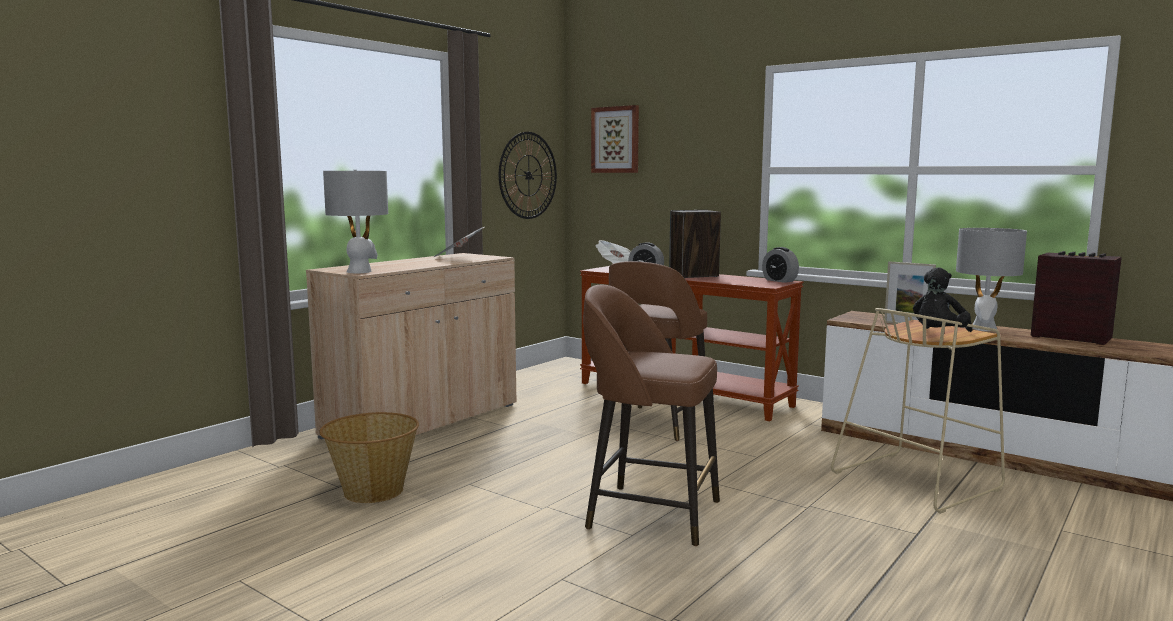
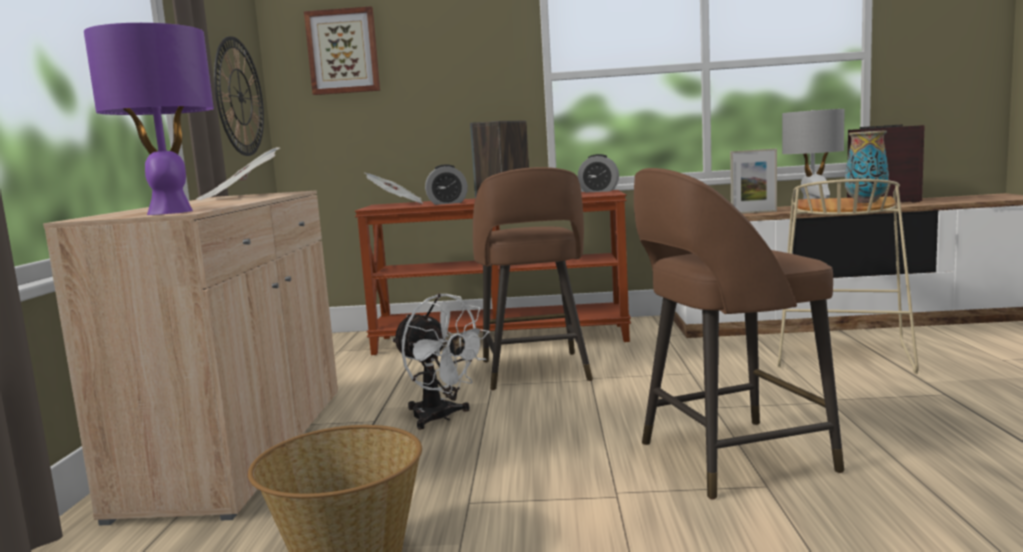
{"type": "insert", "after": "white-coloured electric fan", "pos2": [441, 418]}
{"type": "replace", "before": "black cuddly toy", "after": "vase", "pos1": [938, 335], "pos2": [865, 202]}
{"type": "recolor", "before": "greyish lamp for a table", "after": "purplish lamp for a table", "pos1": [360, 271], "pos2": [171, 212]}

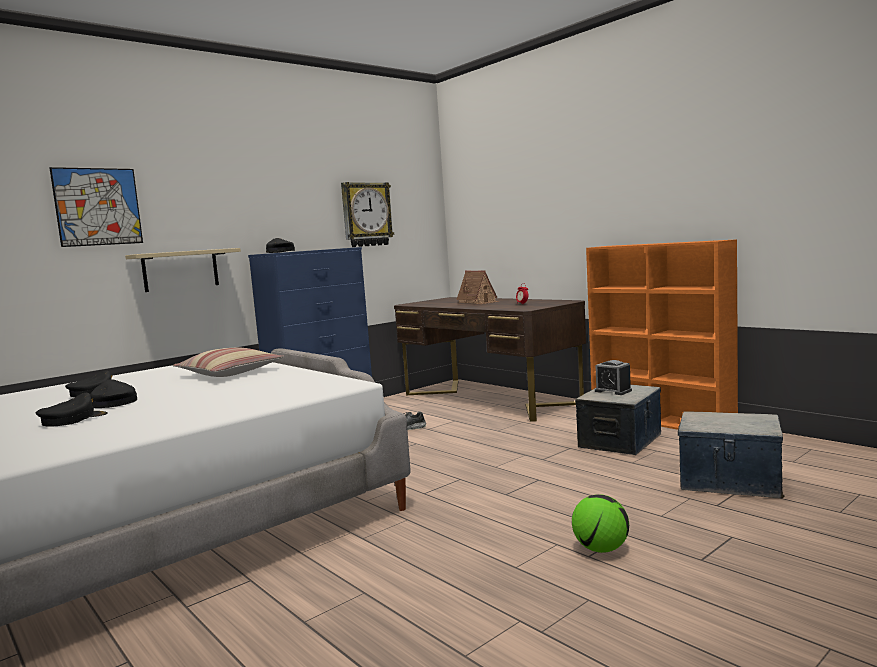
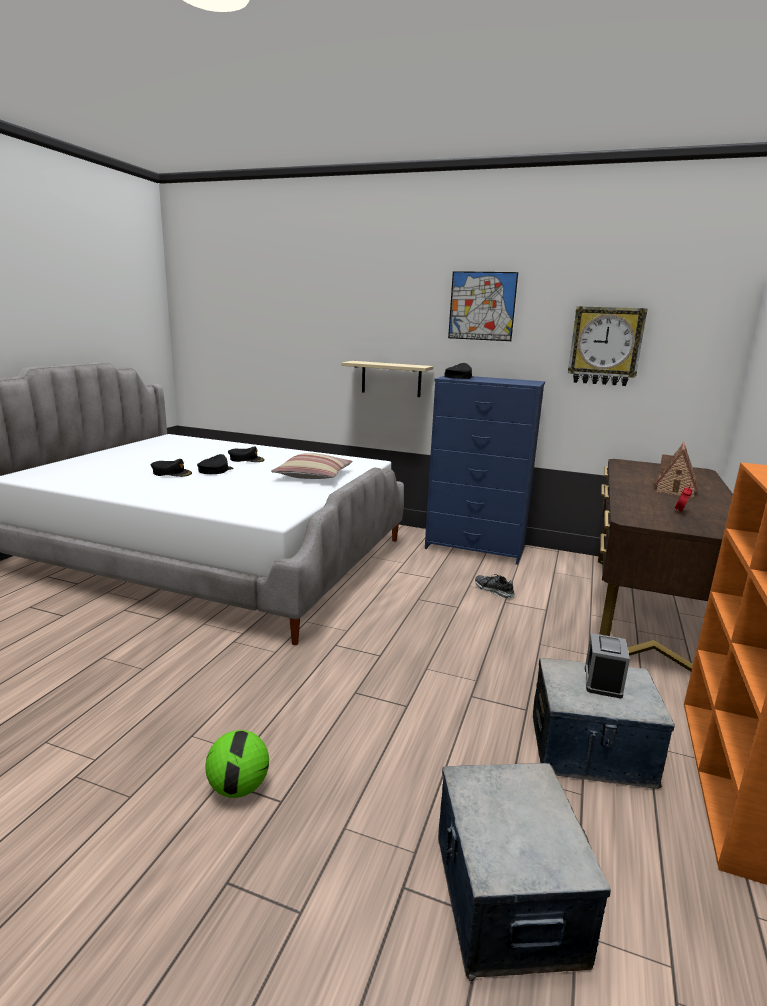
{"type": "move", "before": "wall art", "pos1": [98, 207], "pos2": [482, 306]}

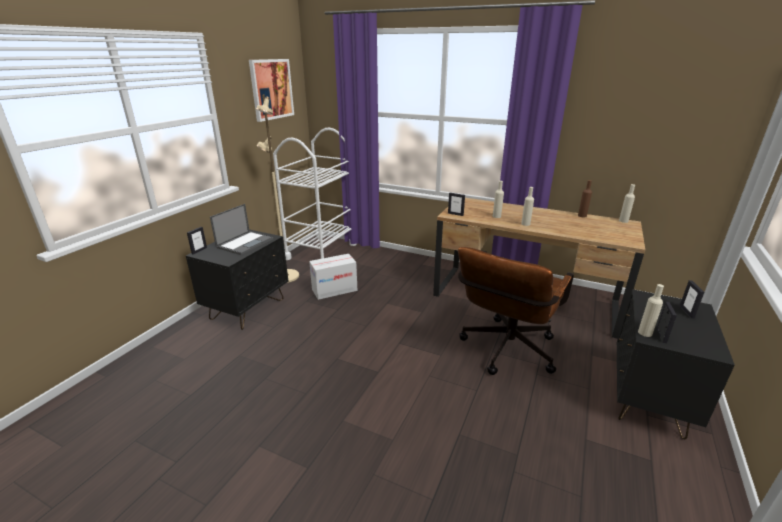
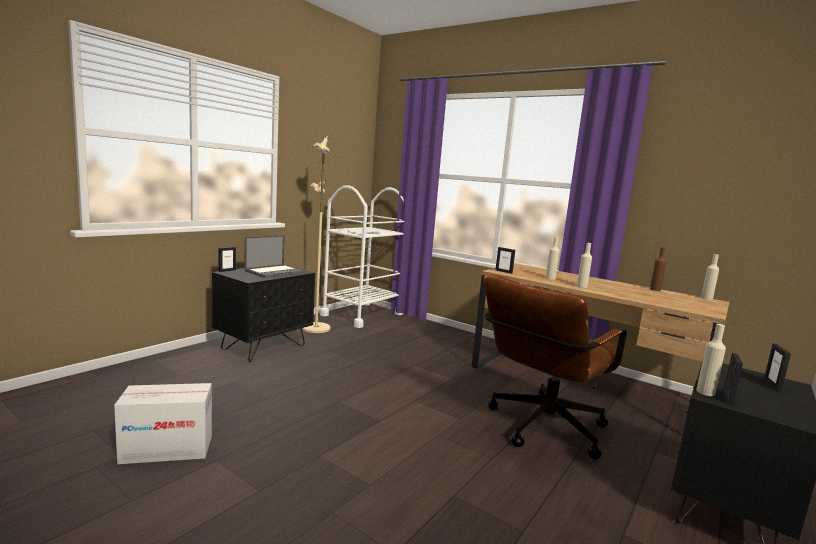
{"type": "delete", "before": "wall art", "pos1": [271, 89]}
{"type": "move", "before": "carton", "pos1": [334, 290], "pos2": [167, 449]}

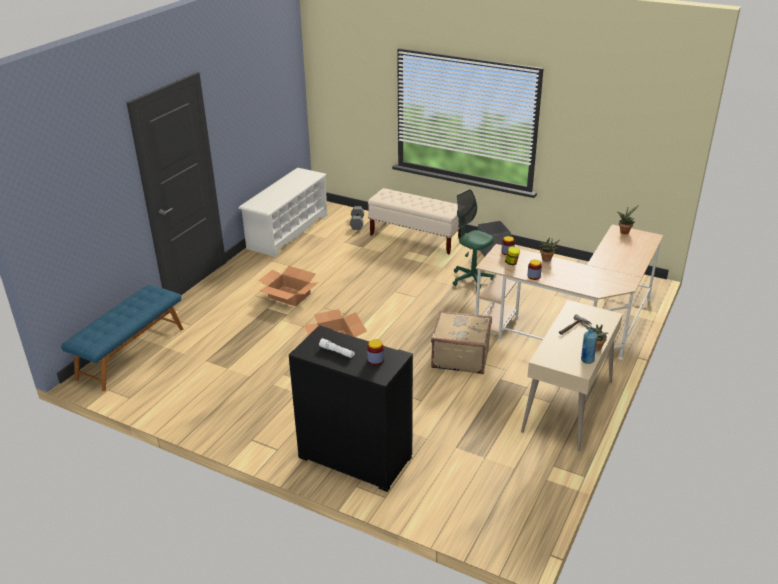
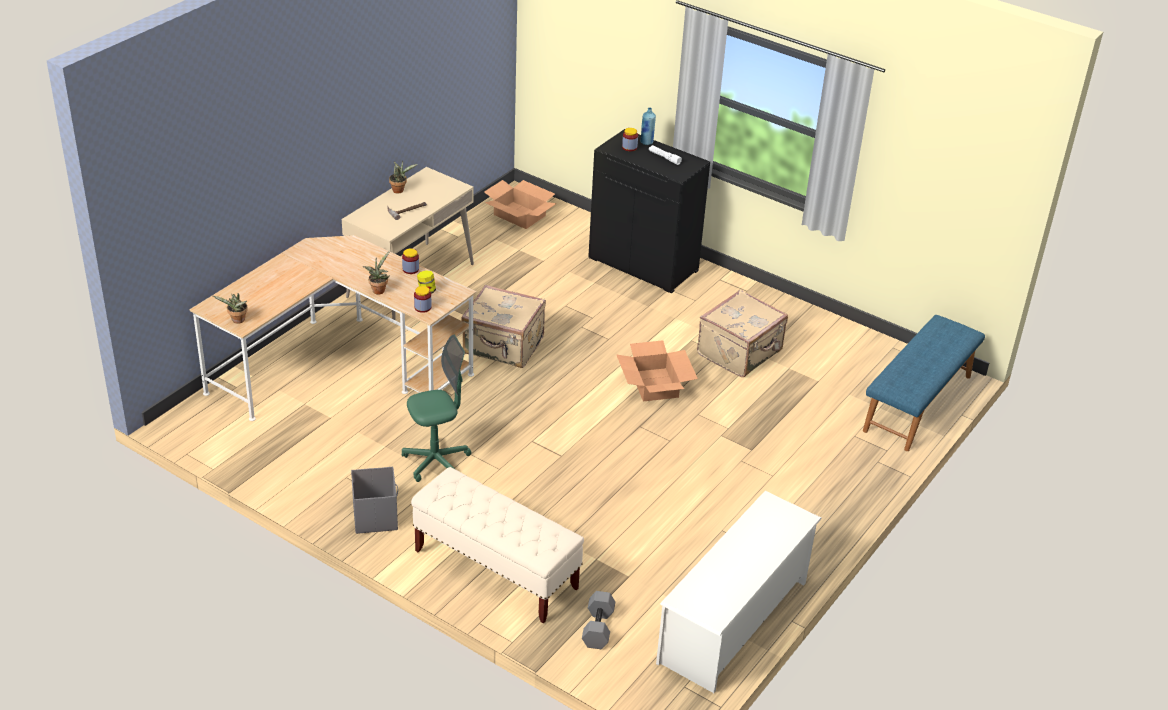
{"type": "insert", "after": "beige travel case", "pos2": [740, 353]}
{"type": "move", "before": "carton", "pos1": [289, 296], "pos2": [519, 215]}
{"type": "move", "before": "blue beverage bottle", "pos1": [587, 360], "pos2": [646, 142]}
{"type": "rotate", "before": "greenish computer chair", "pos1": [472, 279], "pos2": [436, 462], "turn": -75}

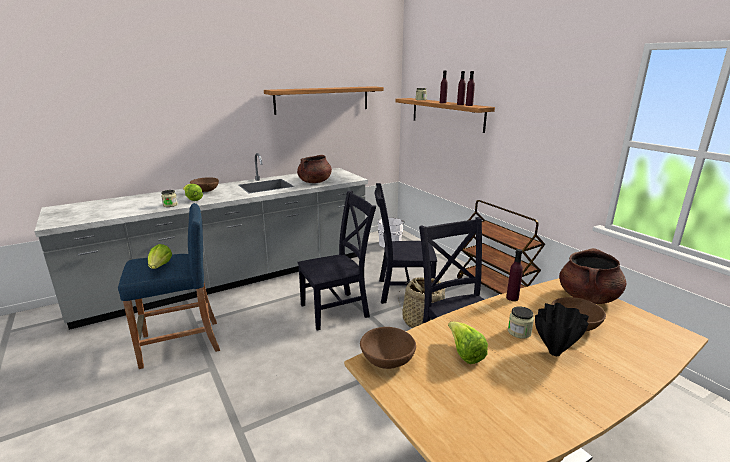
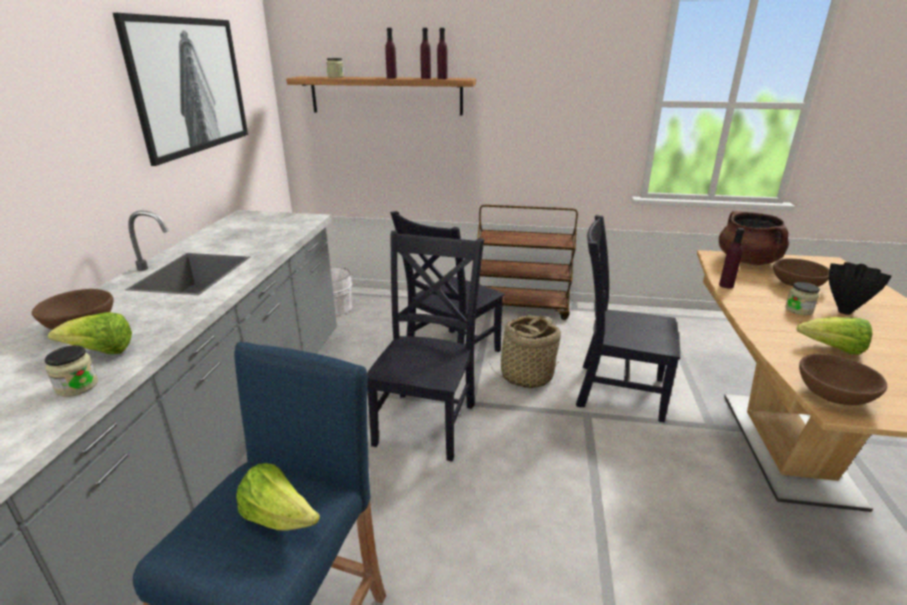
{"type": "delete", "before": "brown-coloured saucepot", "pos1": [314, 182]}
{"type": "replace", "before": "bracket shelf", "after": "wall art", "pos1": [322, 99], "pos2": [189, 85]}

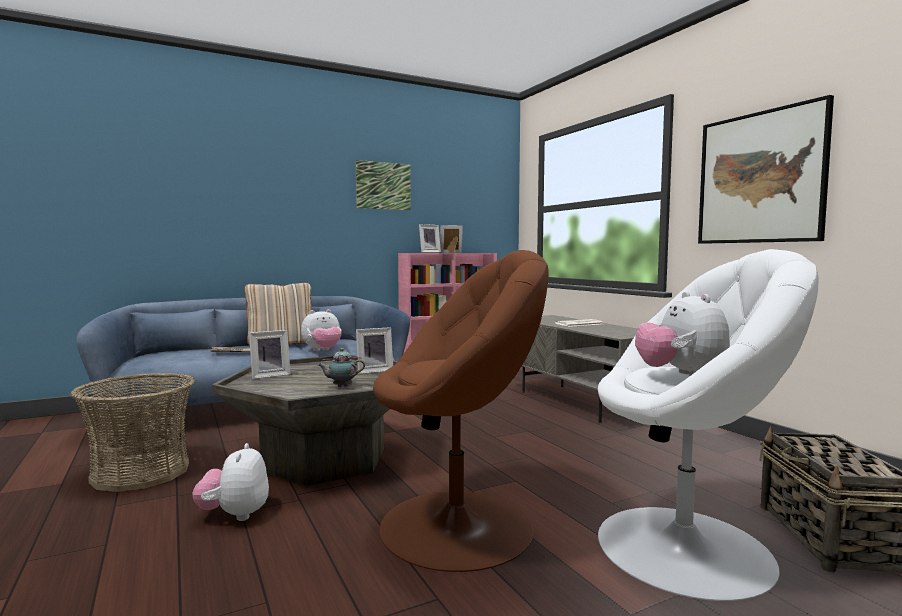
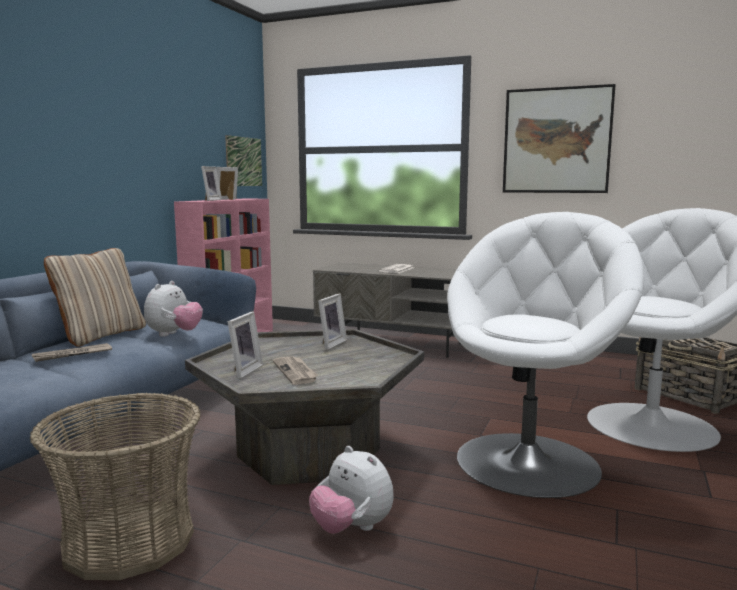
{"type": "delete", "before": "tea pot", "pos1": [341, 387]}
{"type": "delete", "before": "cuddly toy", "pos1": [680, 375]}
{"type": "insert", "after": "newspaper", "pos2": [296, 372]}
{"type": "move", "before": "wall art", "pos1": [383, 186], "pos2": [244, 161]}
{"type": "recolor", "before": "brown-coloured lounge chair", "after": "white-coloured lounge chair", "pos1": [459, 526], "pos2": [529, 462]}

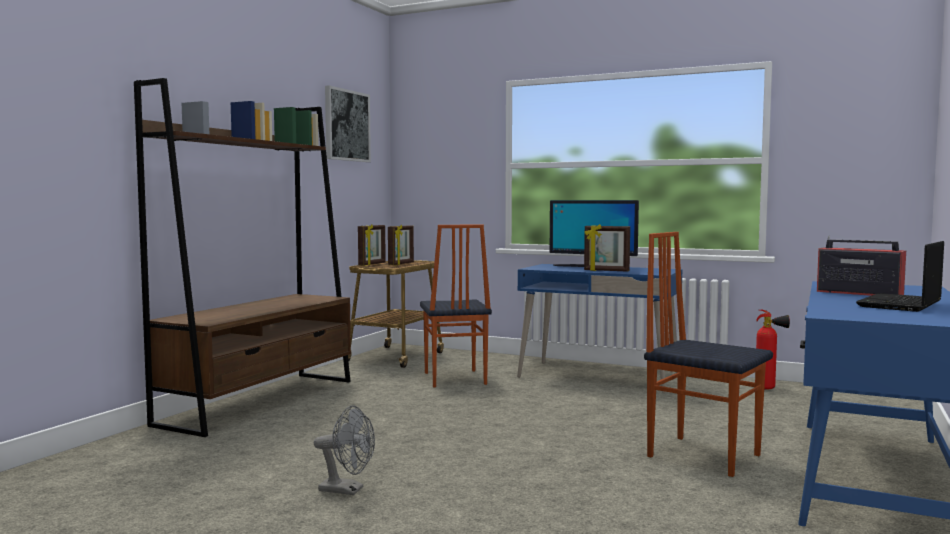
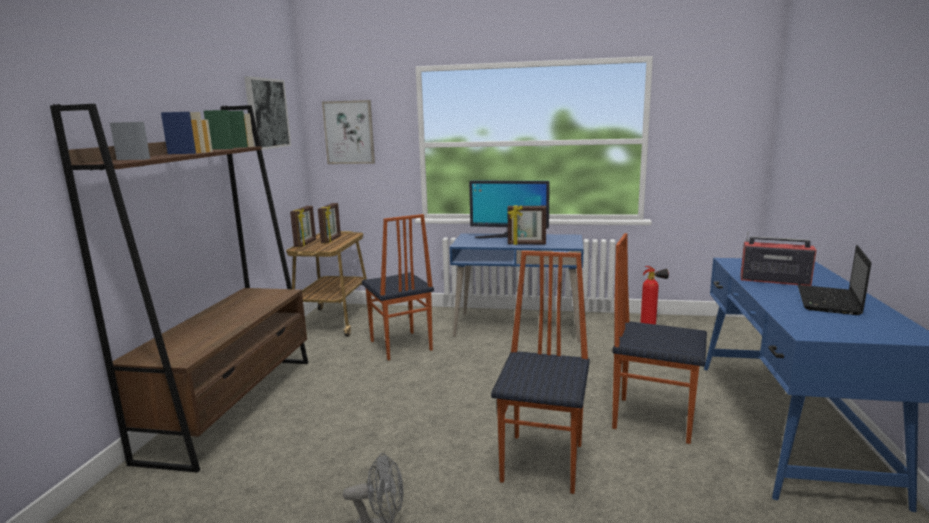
{"type": "insert", "after": "wall art", "pos2": [349, 132]}
{"type": "insert", "after": "plain chair", "pos2": [544, 462]}

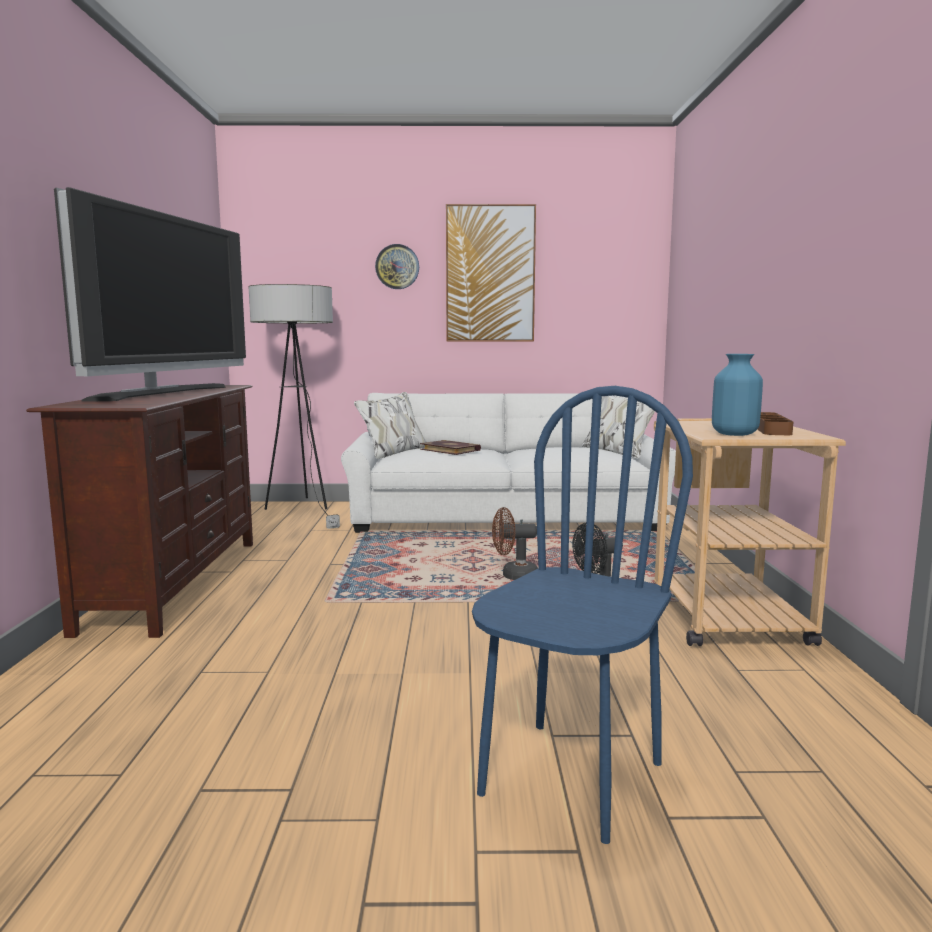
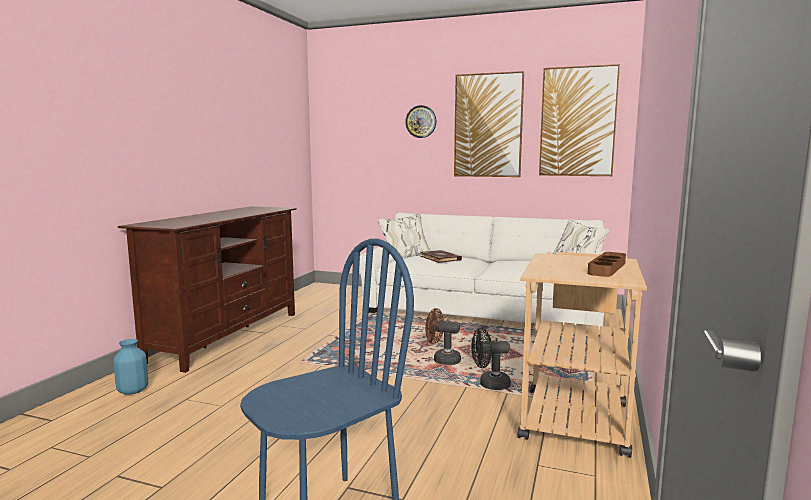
{"type": "delete", "before": "TV", "pos1": [162, 393]}
{"type": "delete", "before": "standing lamp", "pos1": [301, 511]}
{"type": "insert", "after": "wall art", "pos2": [577, 122]}
{"type": "move", "before": "blue vase", "pos1": [734, 434], "pos2": [133, 391]}

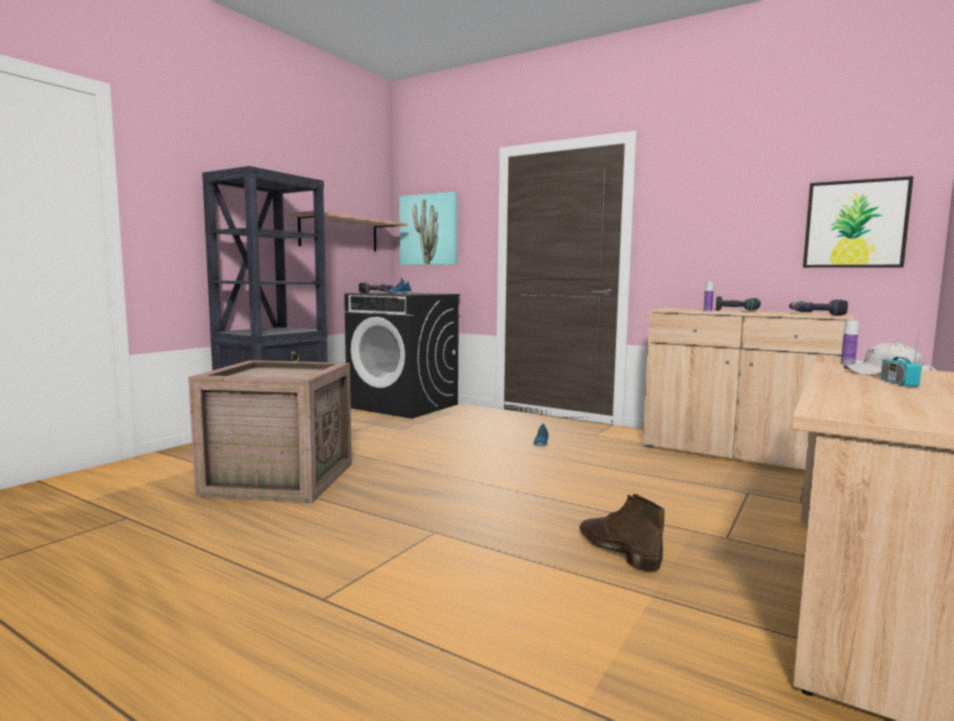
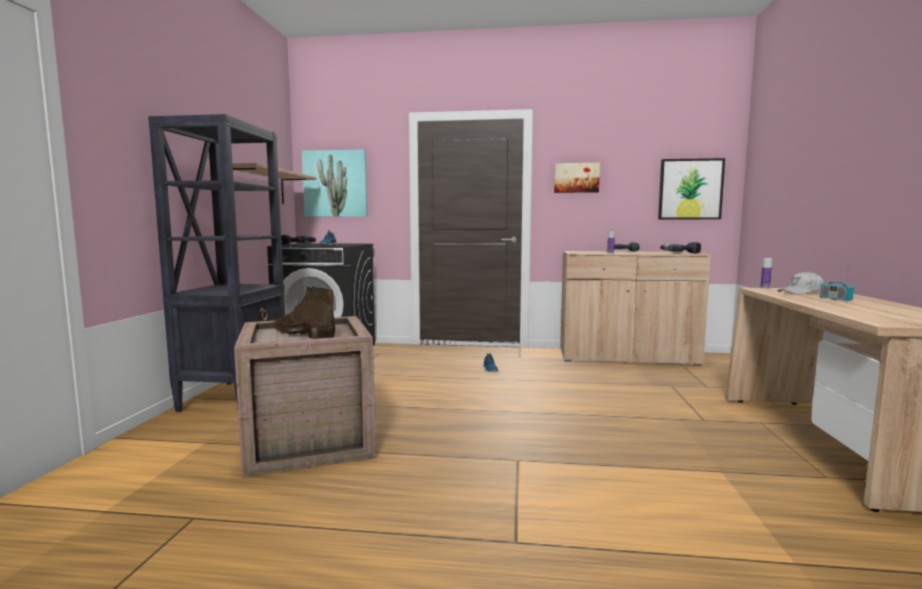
{"type": "insert", "after": "wall art", "pos2": [576, 178]}
{"type": "move", "before": "brown-coloured high-top boot", "pos1": [617, 550], "pos2": [303, 334]}

